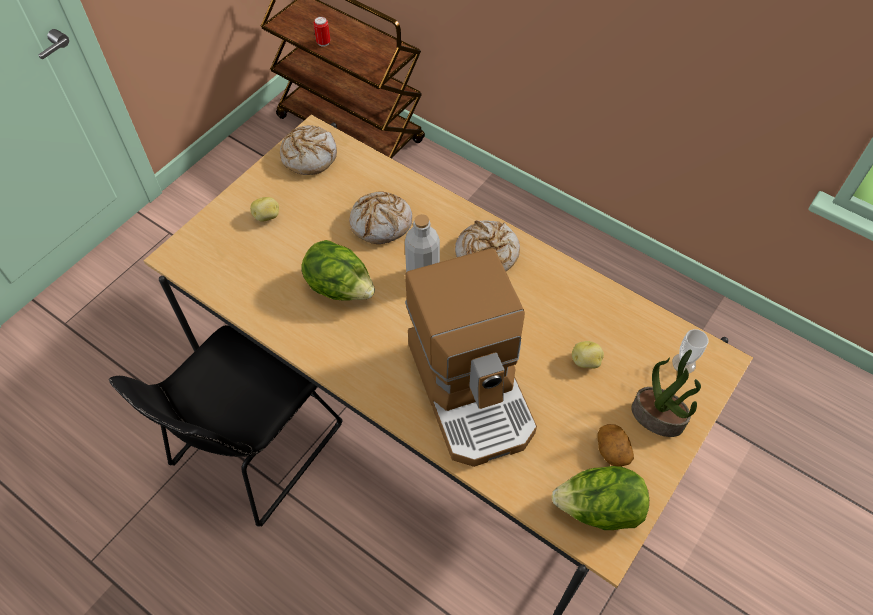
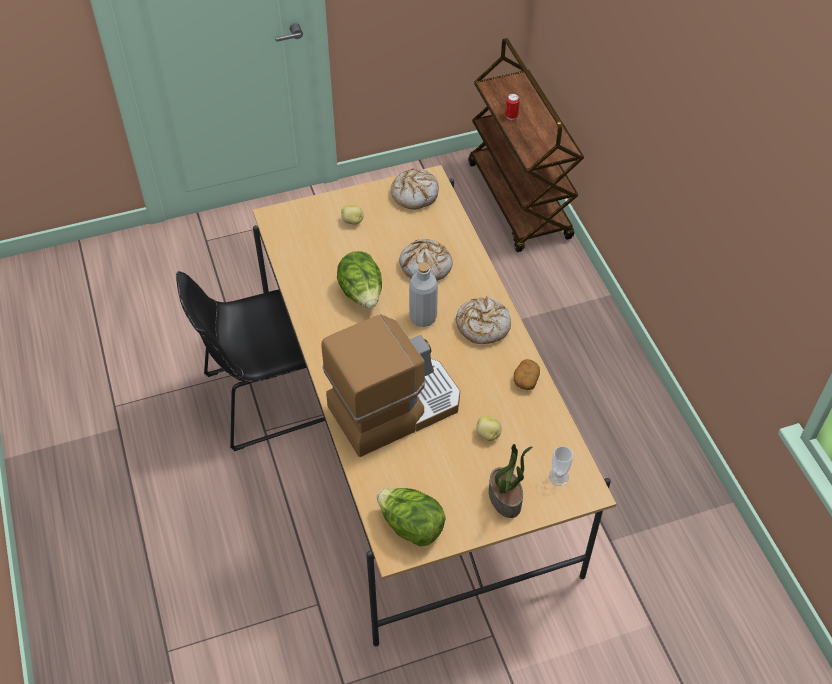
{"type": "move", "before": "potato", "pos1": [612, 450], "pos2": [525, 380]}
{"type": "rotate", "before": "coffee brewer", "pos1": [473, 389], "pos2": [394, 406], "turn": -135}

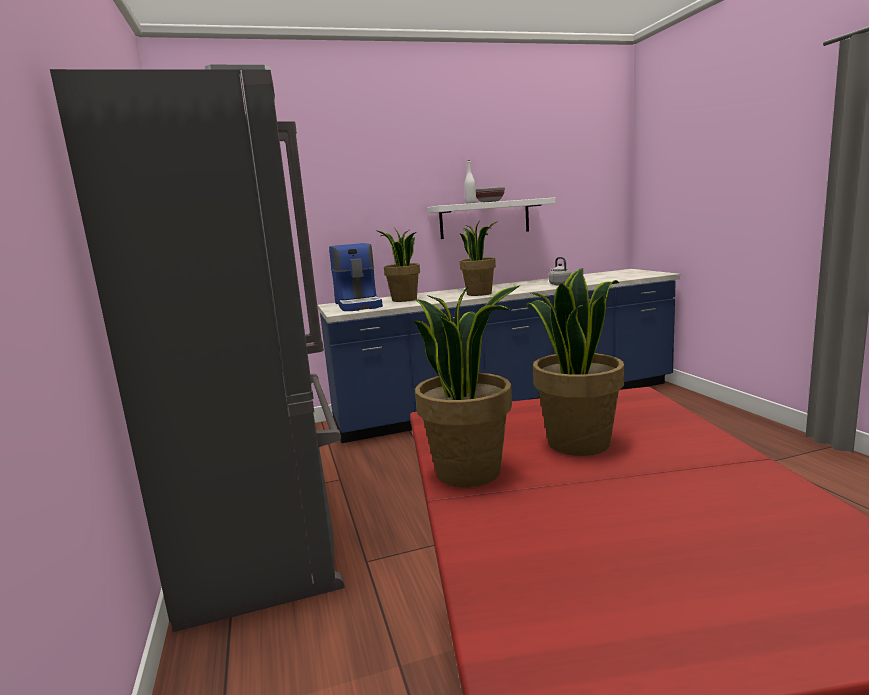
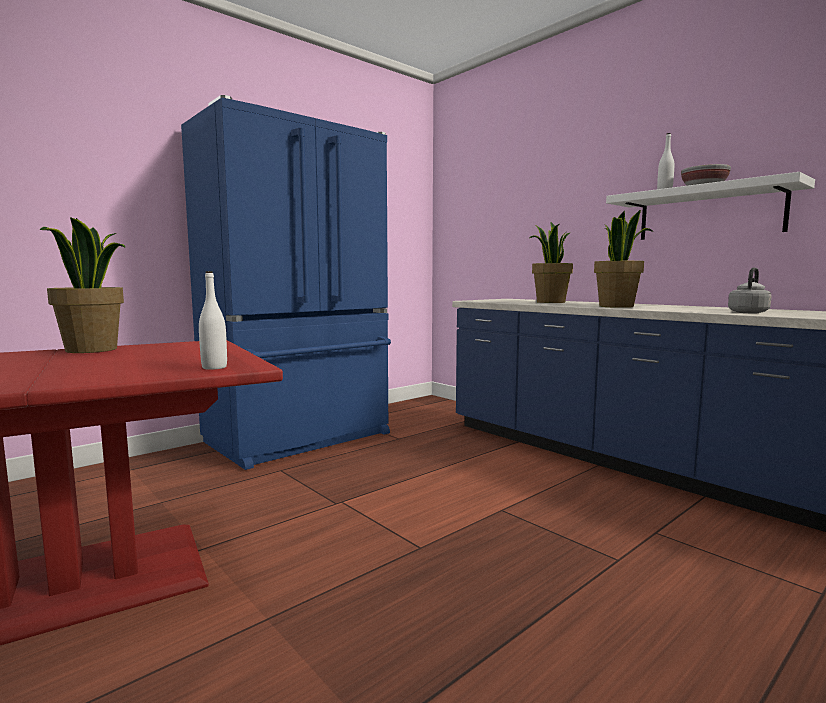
{"type": "delete", "before": "coffee brewer", "pos1": [359, 305]}
{"type": "delete", "before": "houseplant", "pos1": [577, 443]}
{"type": "insert", "after": "white-coloured beverage bottle", "pos2": [214, 367]}
{"type": "recolor", "before": "greyish refrigerator", "after": "blue refrigerator", "pos1": [267, 540], "pos2": [301, 439]}

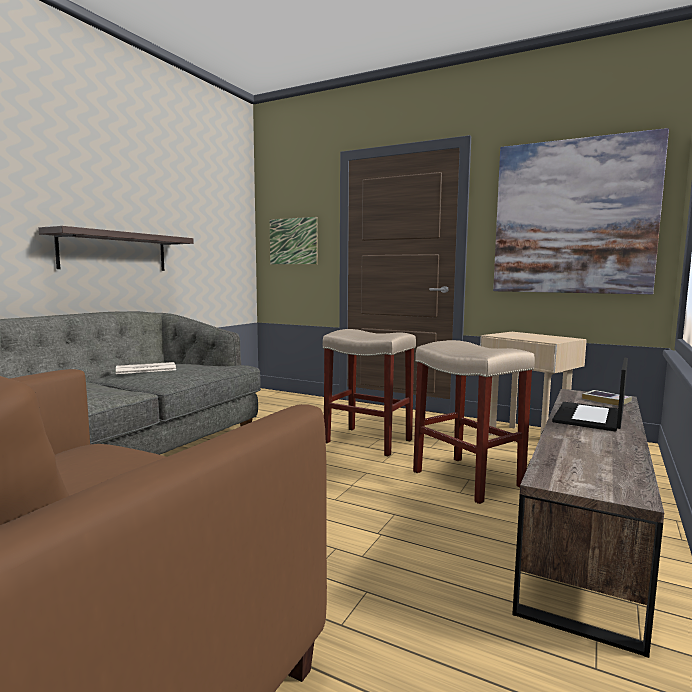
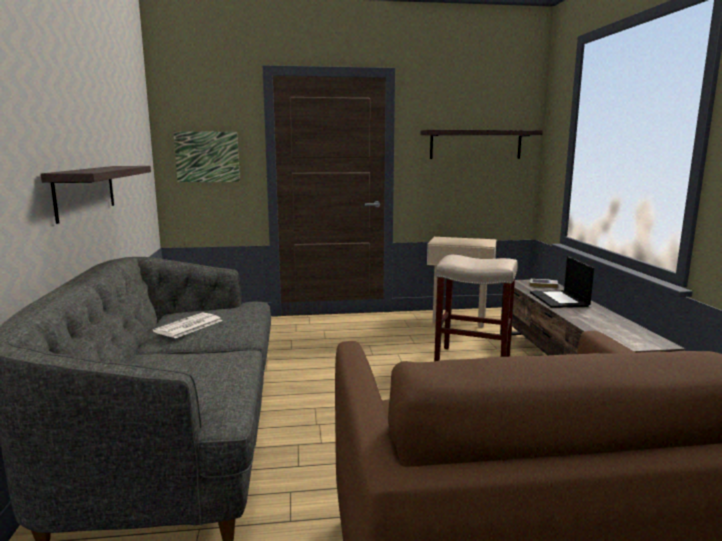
{"type": "delete", "before": "beige stool seat", "pos1": [369, 441]}
{"type": "replace", "before": "wall art", "after": "bracket shelf", "pos1": [573, 217], "pos2": [475, 144]}

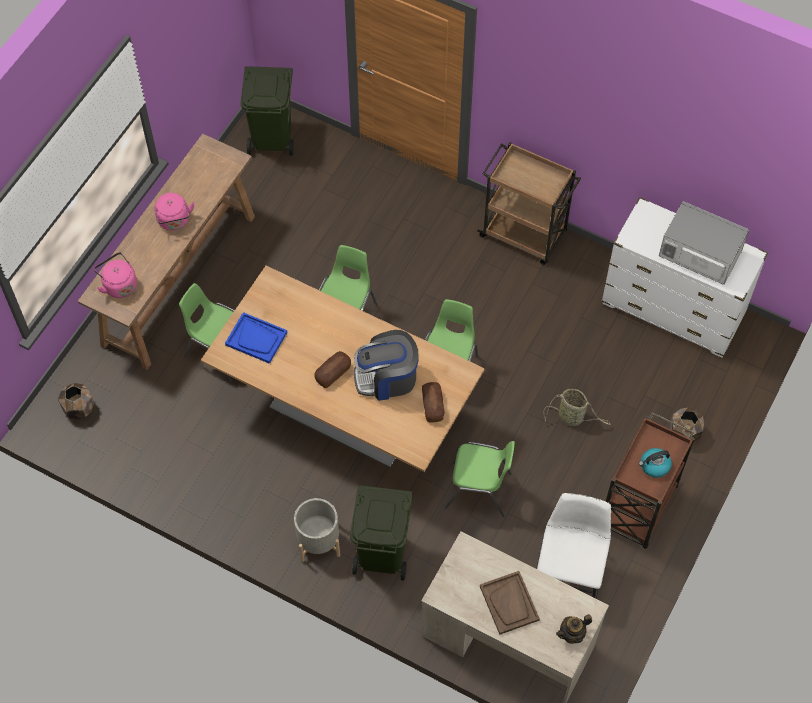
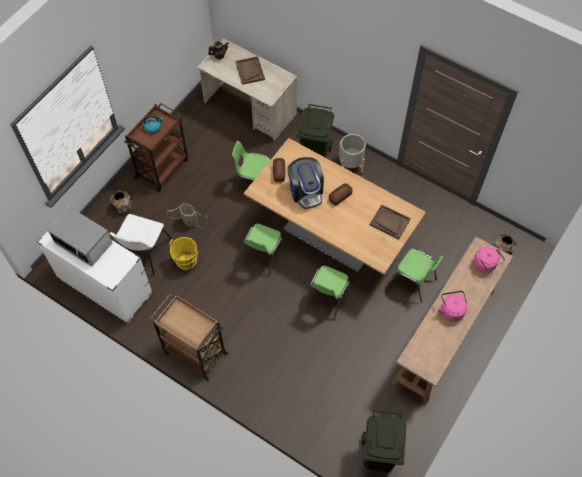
{"type": "insert", "after": "yellow water bucket", "pos2": [186, 262]}
{"type": "move", "before": "white-coloured plain chair", "pos1": [568, 572], "pos2": [144, 253]}
{"type": "recolor", "before": "blue tray", "after": "brown-coloured tray", "pos1": [256, 338], "pos2": [389, 222]}
{"type": "rotate", "before": "coffee brewer", "pos1": [387, 378], "pos2": [306, 191], "turn": 75}

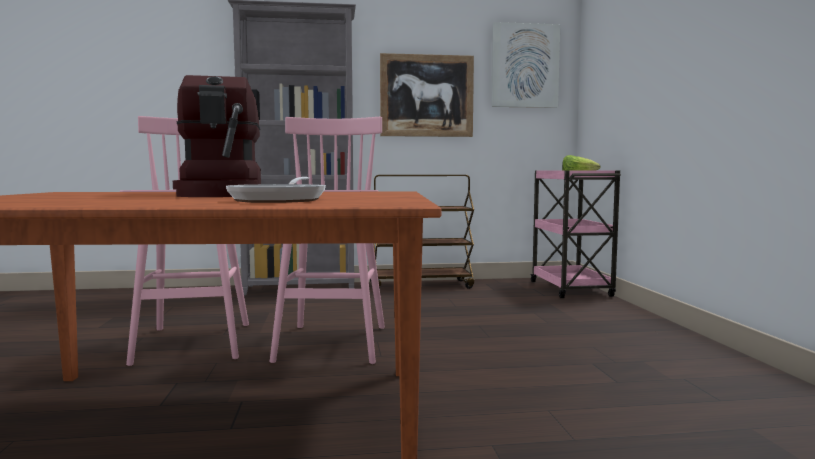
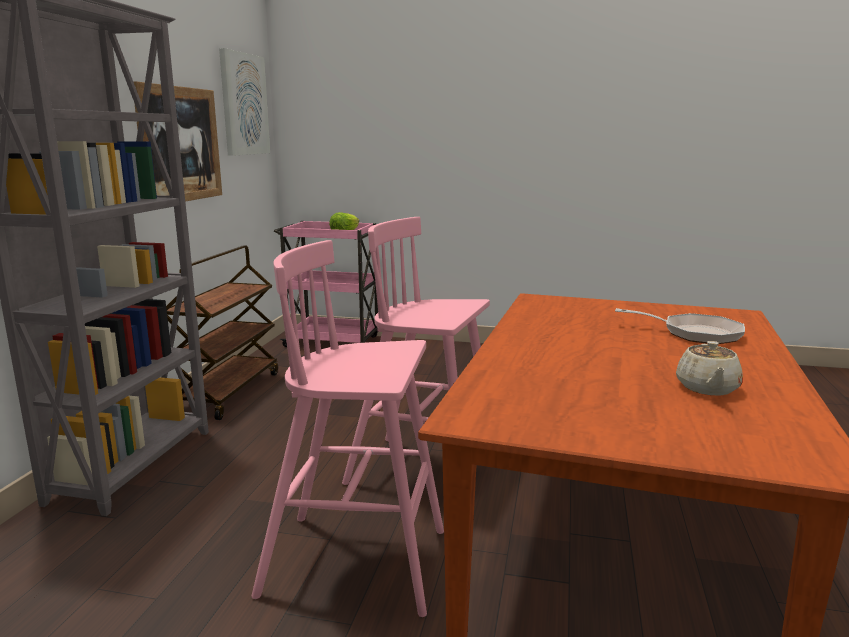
{"type": "delete", "before": "coffee brewer", "pos1": [222, 194]}
{"type": "insert", "after": "beige tea pot", "pos2": [707, 388]}

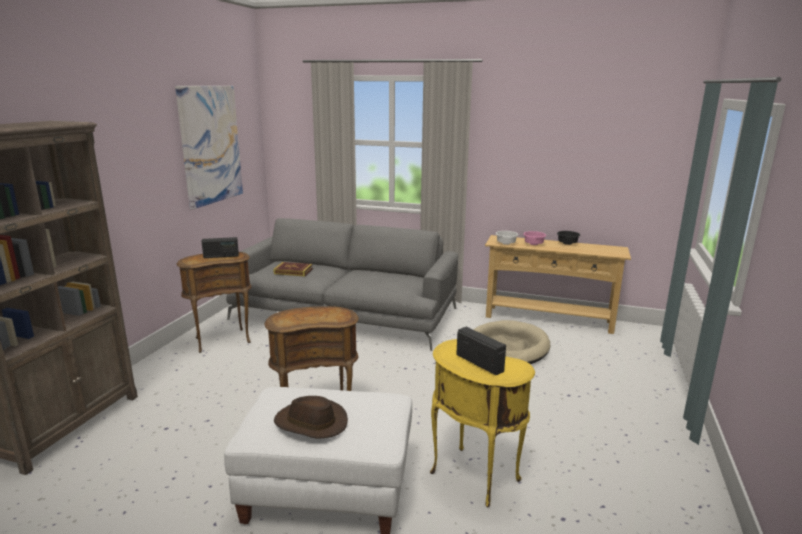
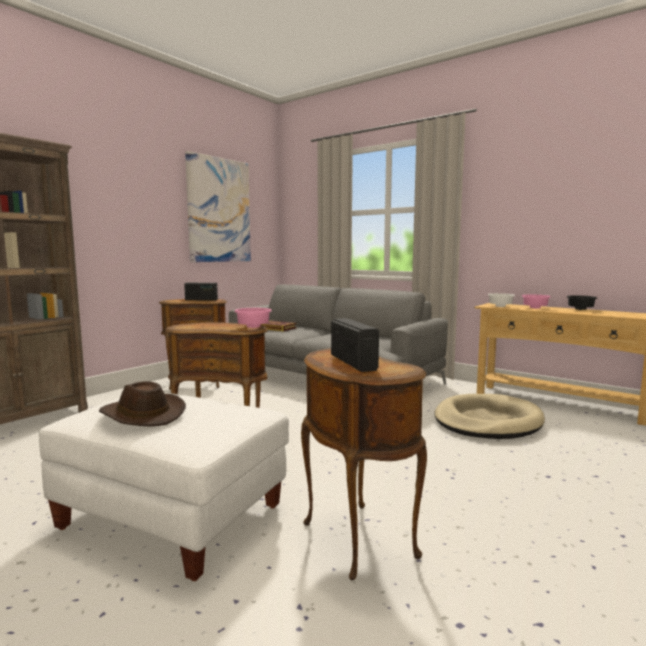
{"type": "insert", "after": "pink serving bowl", "pos2": [254, 327]}
{"type": "recolor", "before": "yellow side table", "after": "brown-coloured side table", "pos1": [472, 478], "pos2": [355, 541]}

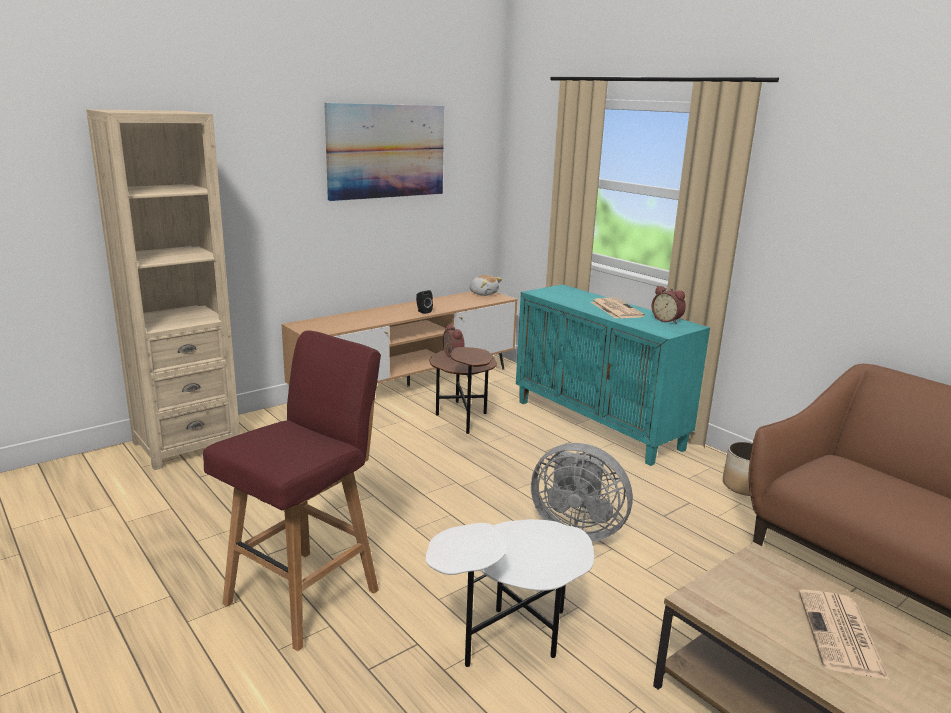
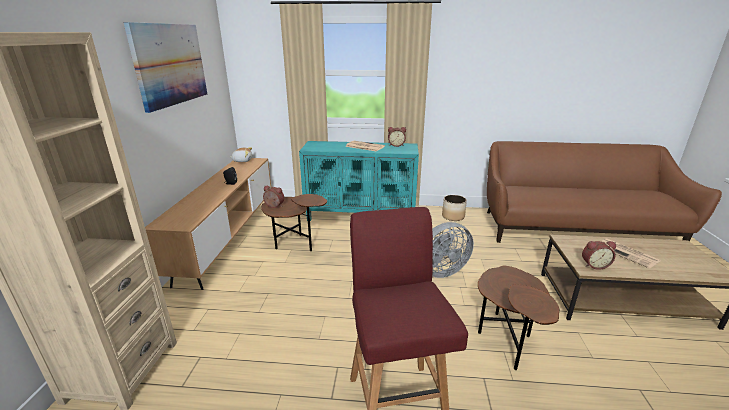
{"type": "insert", "after": "table clock", "pos2": [594, 265]}
{"type": "recolor", "before": "white-coloured side table", "after": "brown-coloured side table", "pos1": [511, 641], "pos2": [506, 342]}

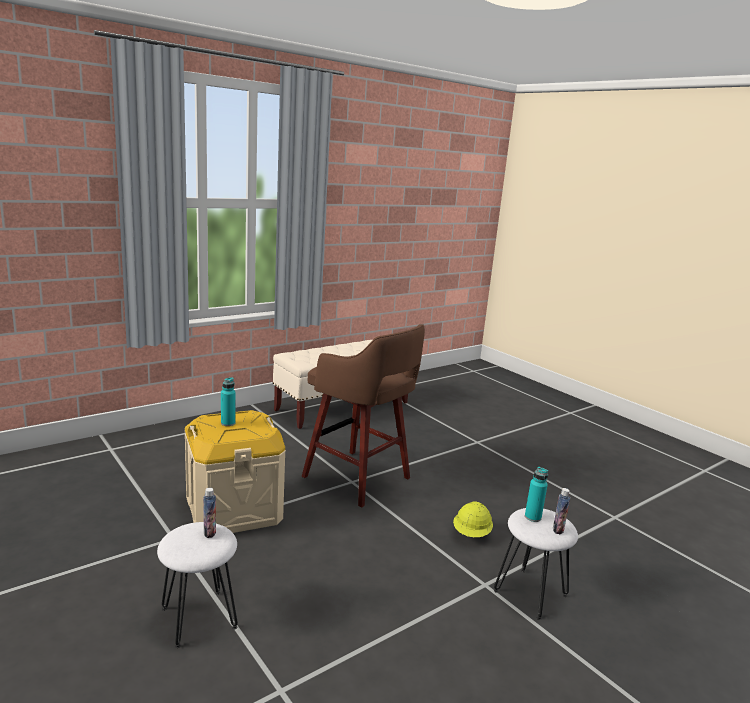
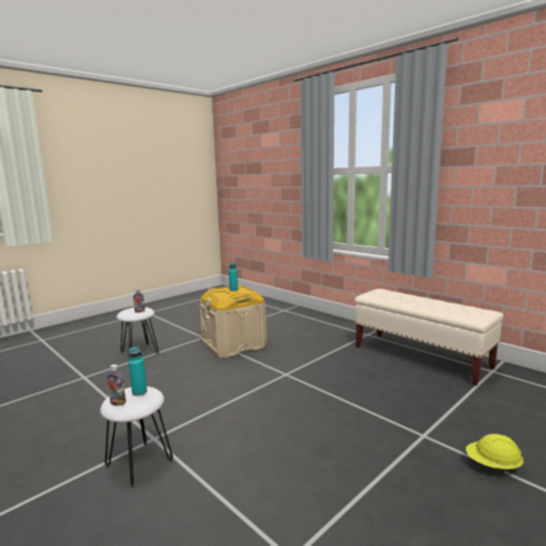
{"type": "delete", "before": "brown-coloured stool seat", "pos1": [359, 479]}
{"type": "move", "before": "yellow work helmet", "pos1": [471, 534], "pos2": [492, 466]}

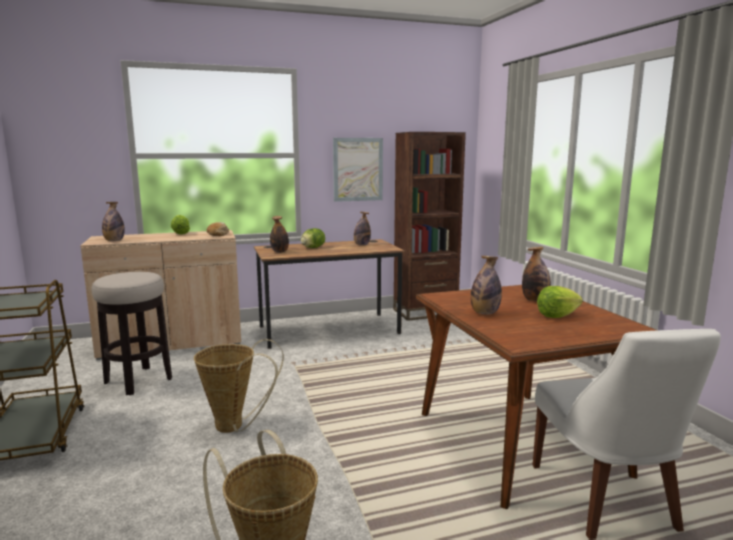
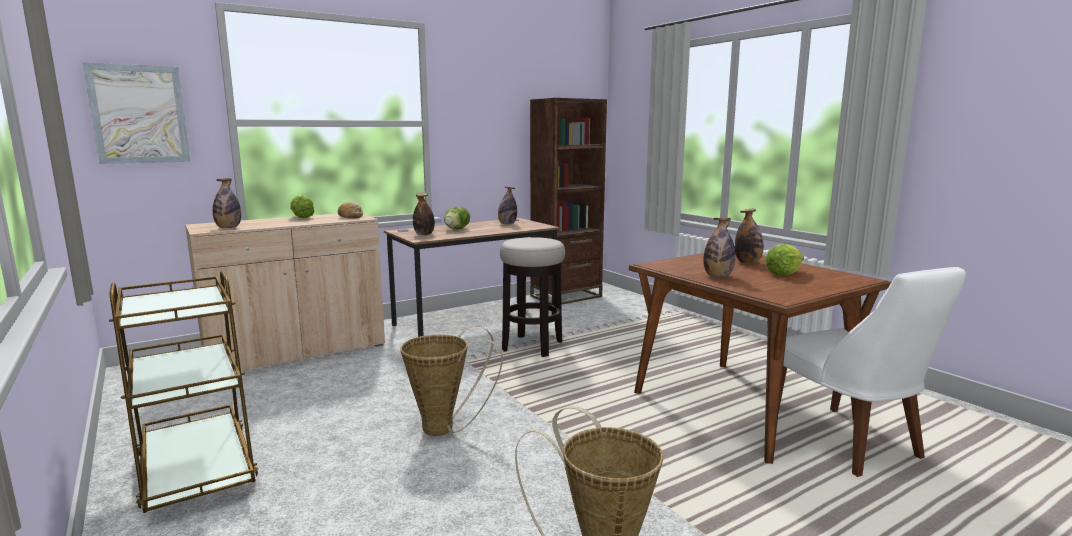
{"type": "move", "before": "stool seat", "pos1": [138, 381], "pos2": [532, 346]}
{"type": "move", "before": "wall art", "pos1": [358, 169], "pos2": [139, 114]}

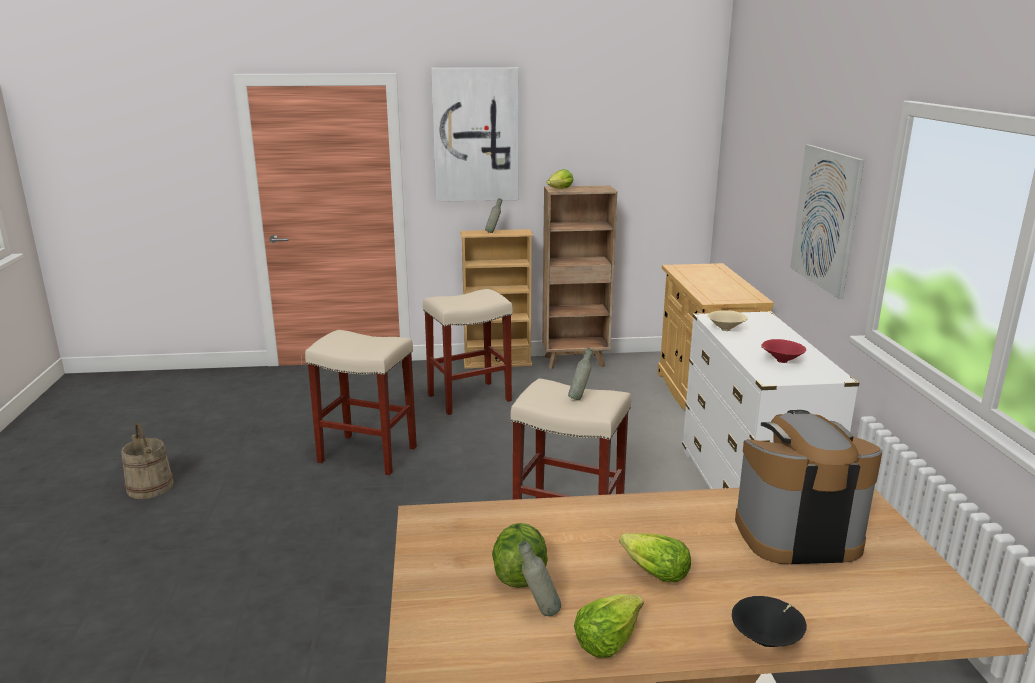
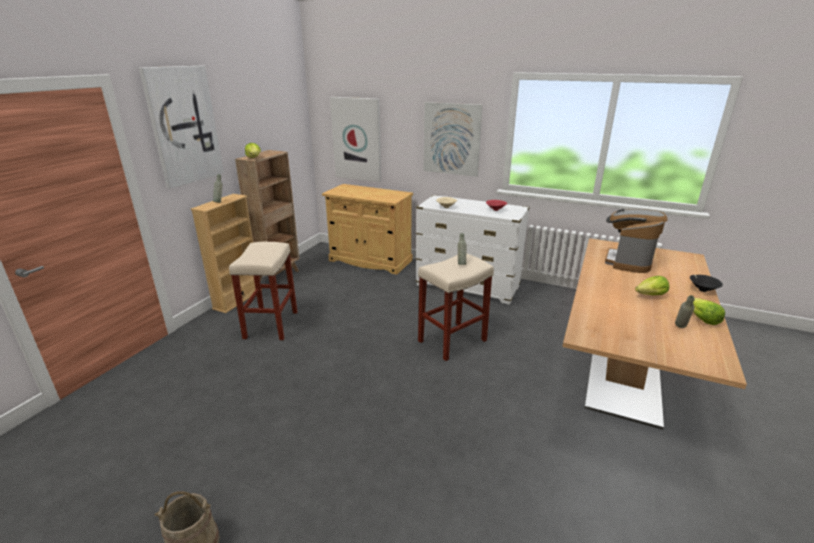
{"type": "delete", "before": "beige stool seat", "pos1": [369, 454]}
{"type": "delete", "before": "lettuce head", "pos1": [519, 575]}
{"type": "insert", "after": "wall art", "pos2": [357, 139]}

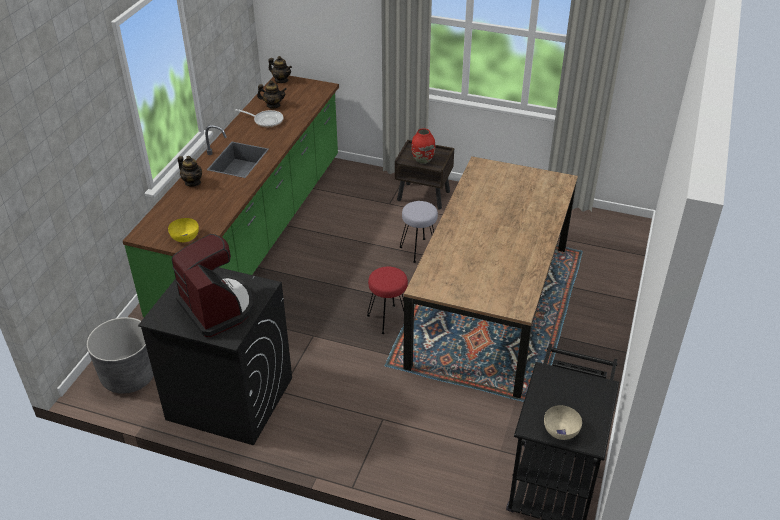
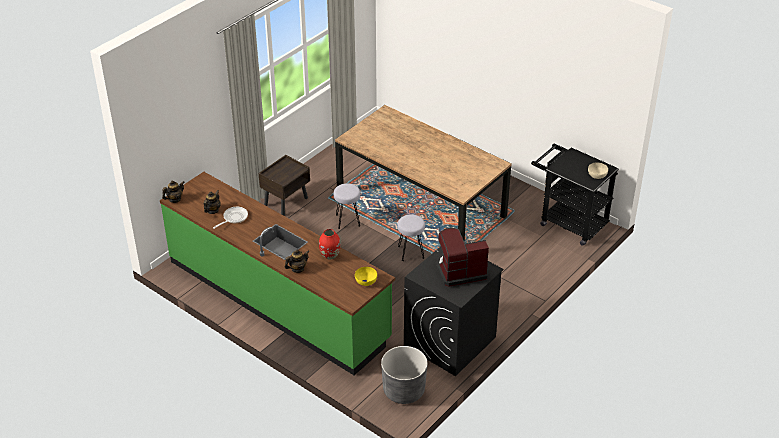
{"type": "move", "before": "reddish vase", "pos1": [422, 160], "pos2": [330, 255]}
{"type": "recolor", "before": "reddish stool seat", "after": "greyish stool seat", "pos1": [388, 319], "pos2": [410, 252]}

